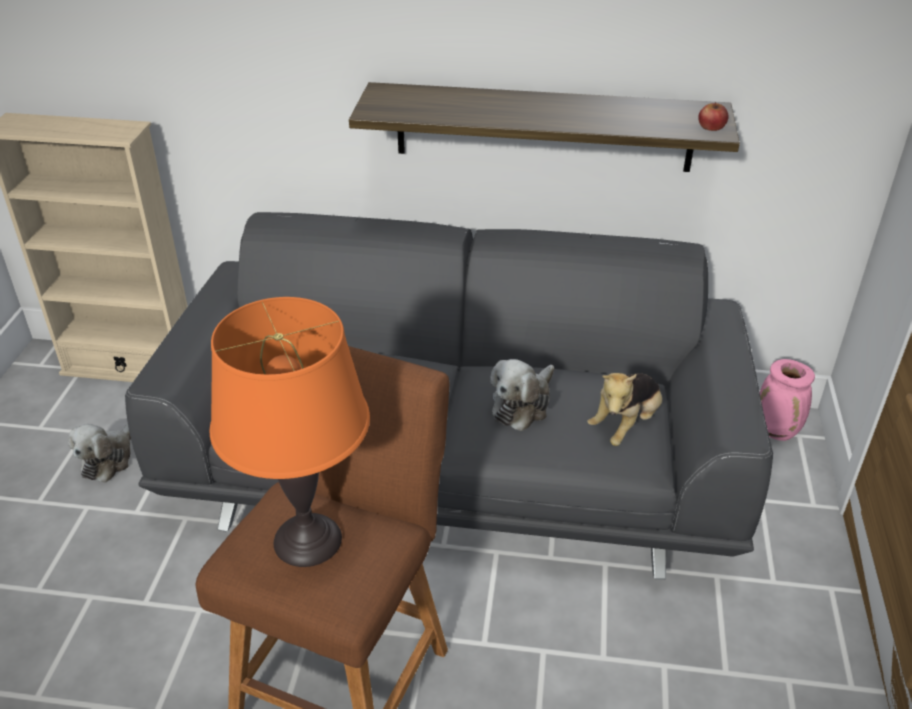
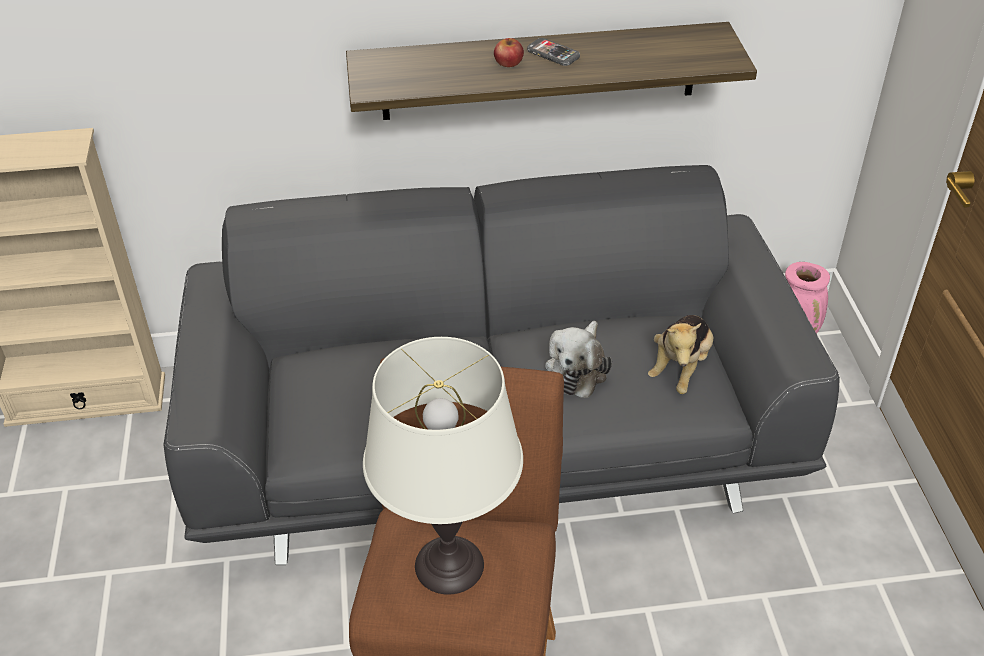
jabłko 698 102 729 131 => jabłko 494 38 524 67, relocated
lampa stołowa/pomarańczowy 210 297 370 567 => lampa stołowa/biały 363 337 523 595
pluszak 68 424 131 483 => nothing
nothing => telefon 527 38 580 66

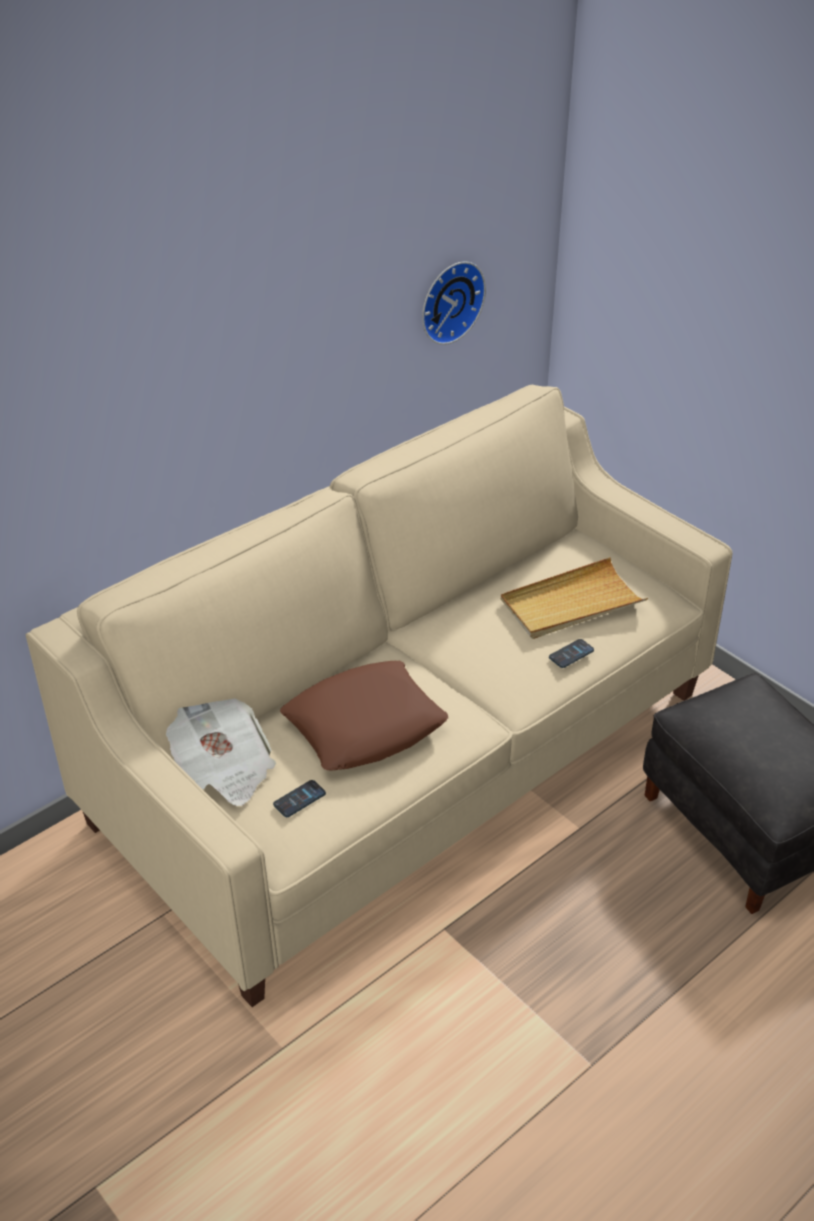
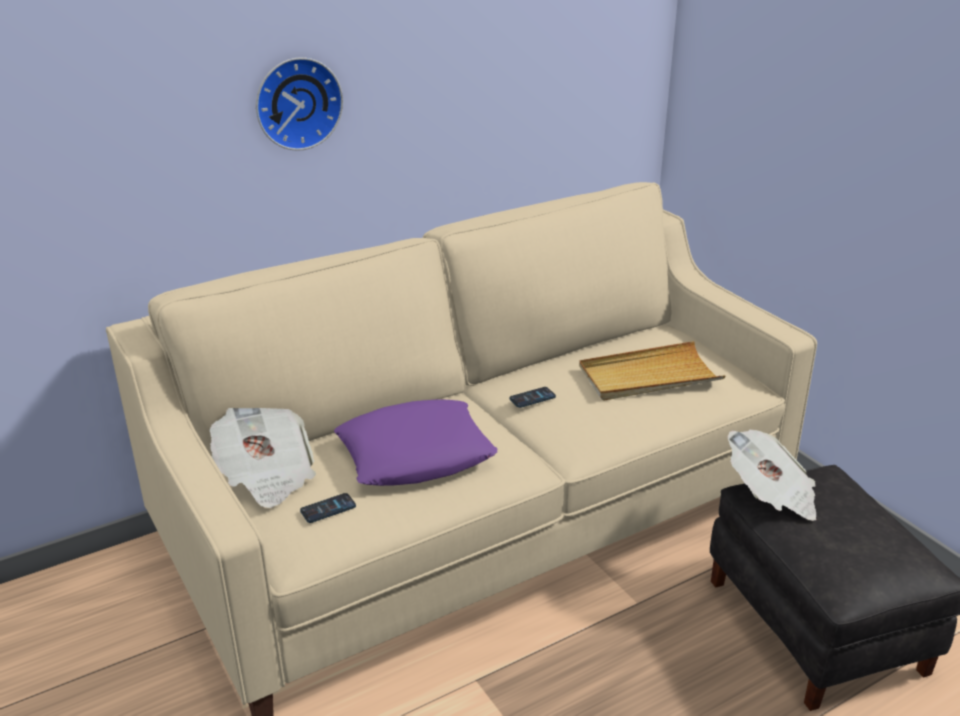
zegar ścienny 422 261 486 345 => zegar ścienny 256 57 343 151, relocated
telefon 549 639 594 668 => telefon 509 387 556 408, relocated
poduszka/brązowy 280 661 448 771 => poduszka/fioletowy 334 400 497 486
nothing => gazeta 728 430 816 521

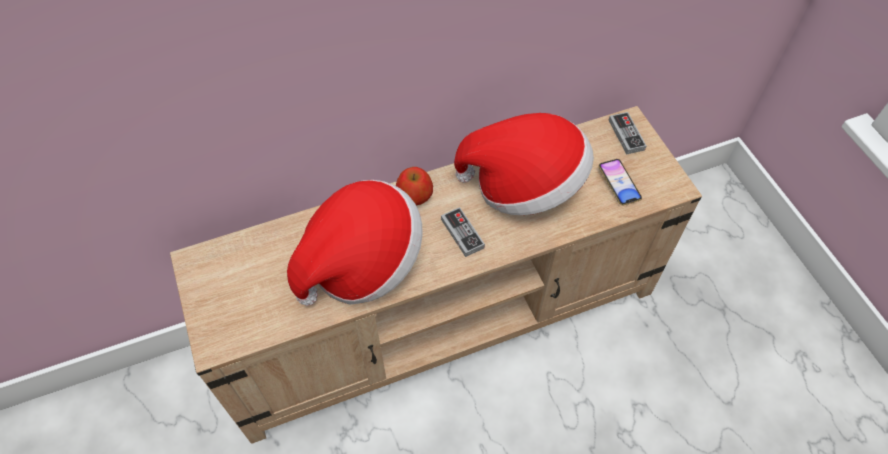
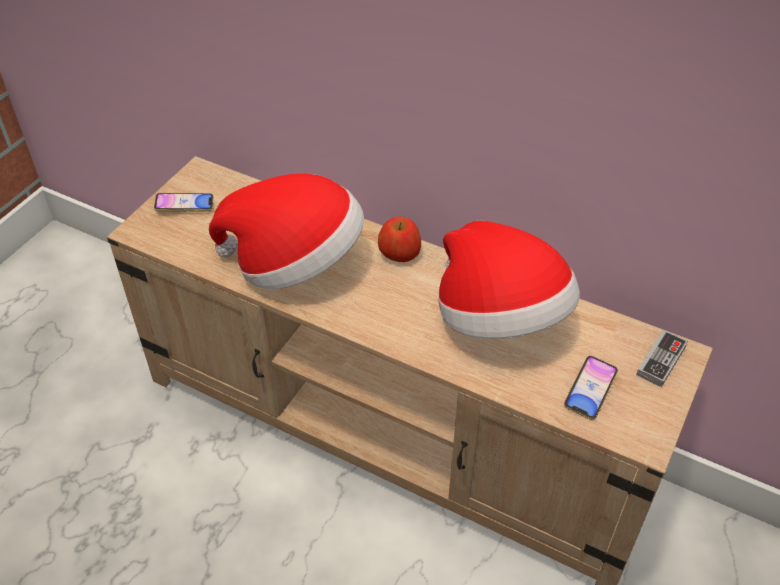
pad do gier 441 207 485 257 => nothing
nothing => telefon 154 193 213 211

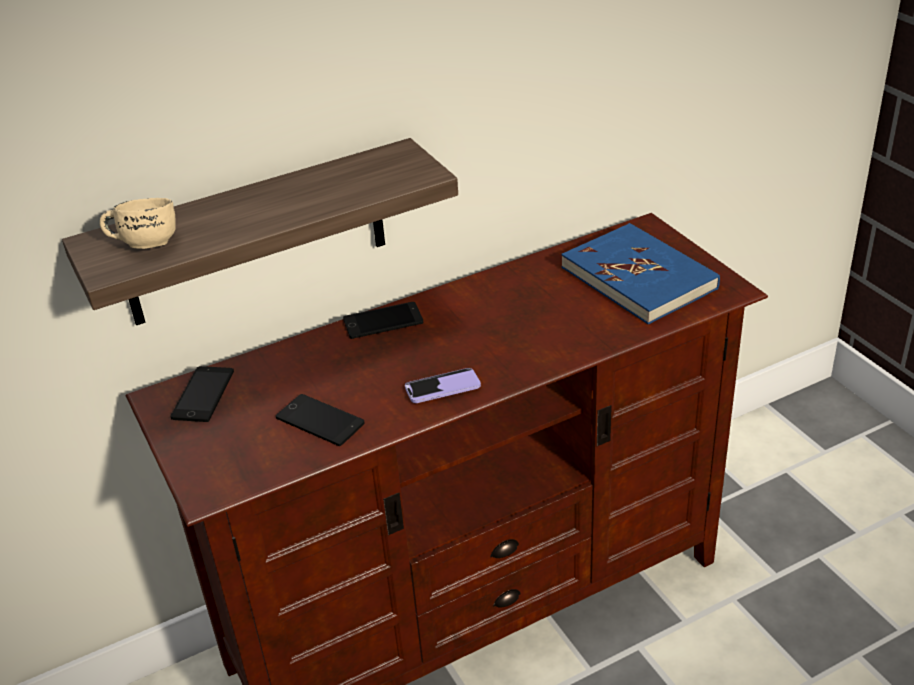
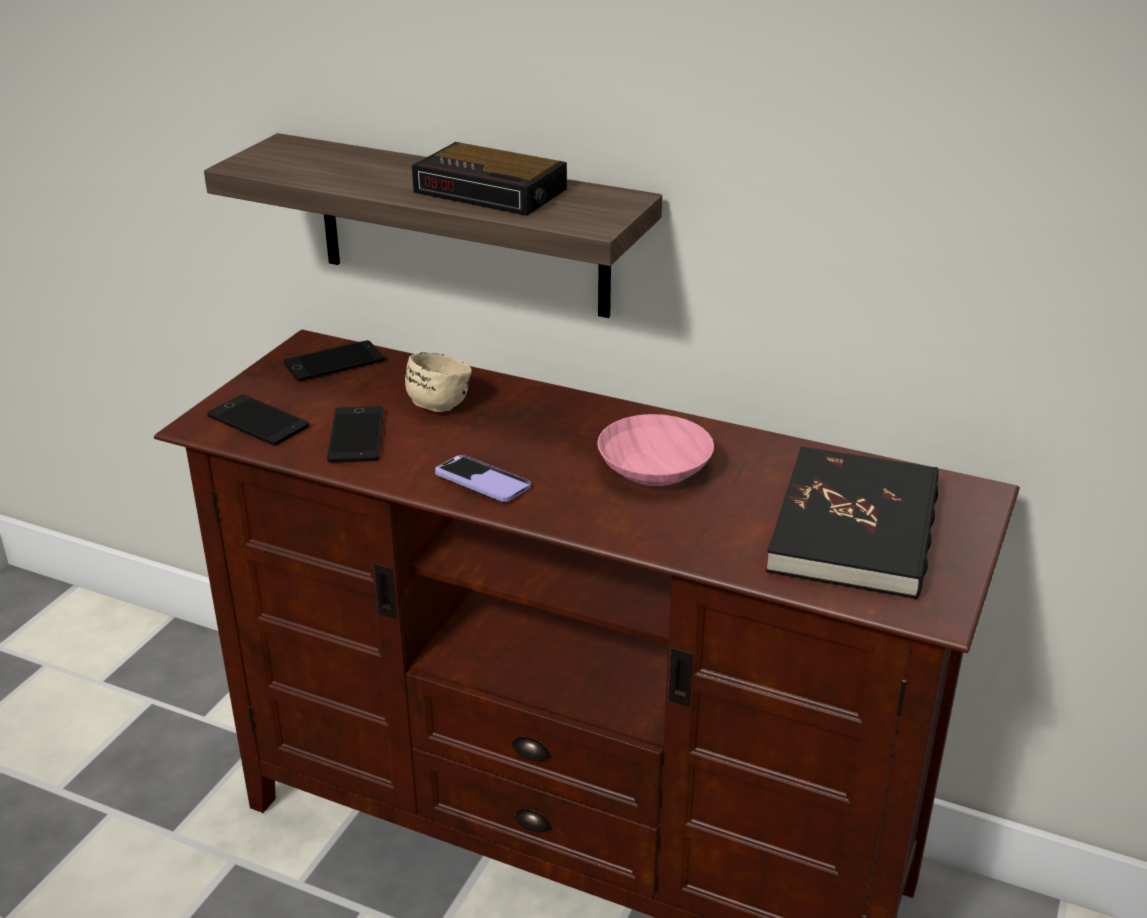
kubek/beżowy 100 198 176 249 => kubek/beżowy 405 352 472 412, relocated
książka/niebieski 561 223 720 324 => książka/czarny 766 447 939 600
telefon 343 302 423 339 => telefon 207 394 309 446, relocated
nothing => budzik 412 142 567 216
nothing => miska/różowy 597 414 714 486

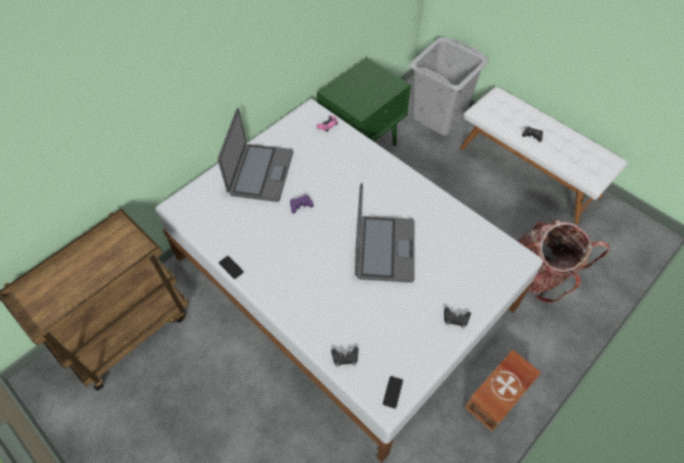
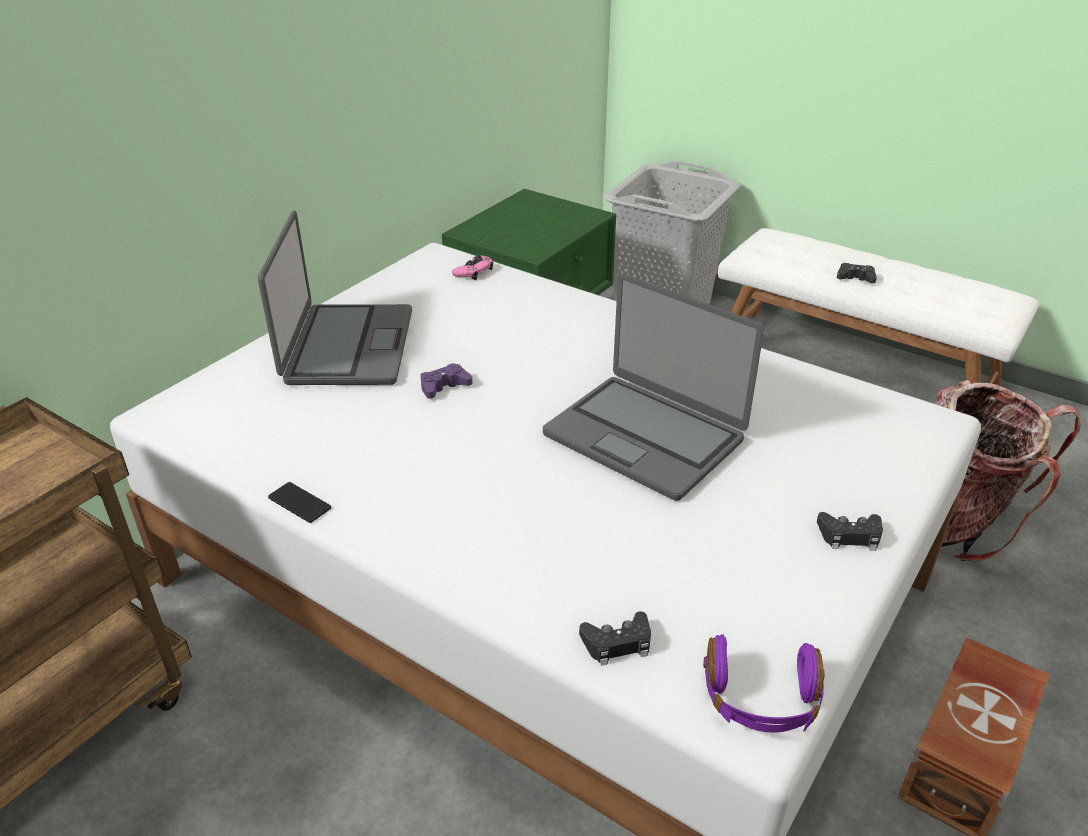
laptop 355 183 415 283 => laptop 543 273 764 501, 135 degrees clockwise
telefon 383 376 403 409 => słuchawki/fioletowy 703 634 824 733

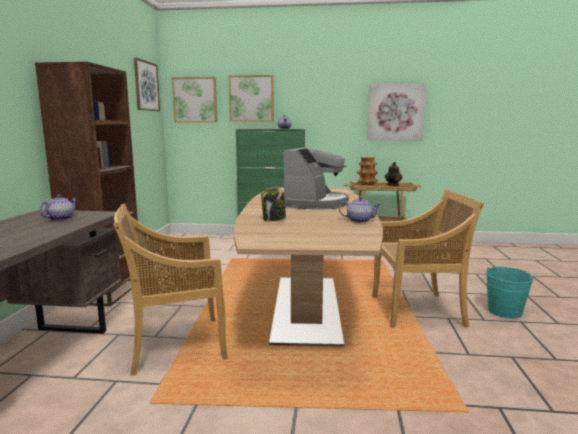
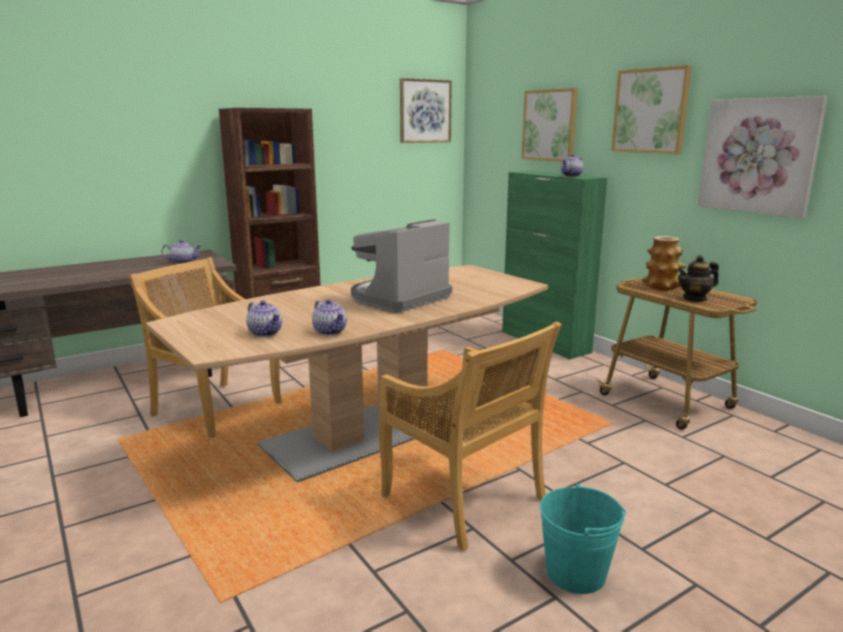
obraz 172 77 217 123 => obraz 611 65 692 154, relocated
ekspres do kawy 284 148 349 210 => ekspres do kawy 351 219 452 313, 150 degrees clockwise
słoik 261 187 286 221 => nothing
nothing => imbryk 246 300 282 337

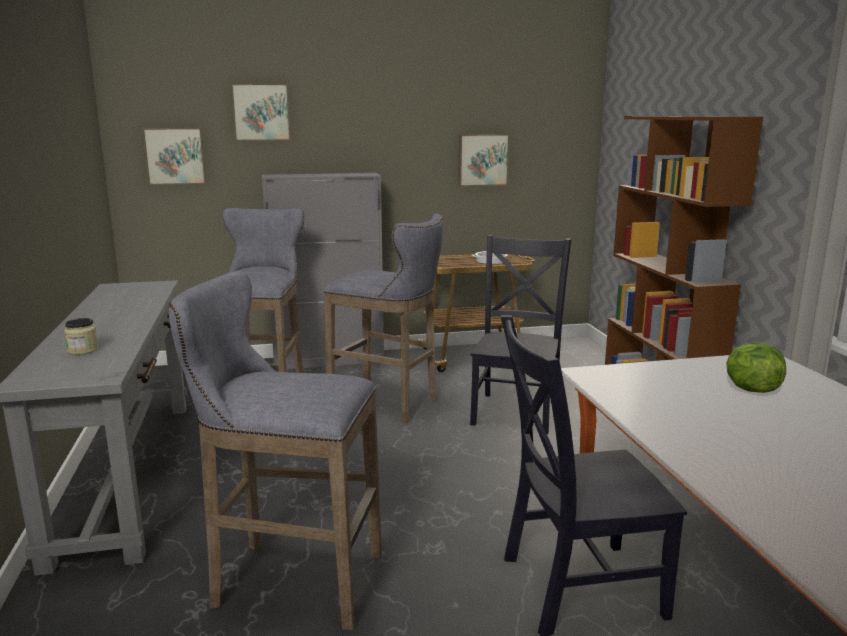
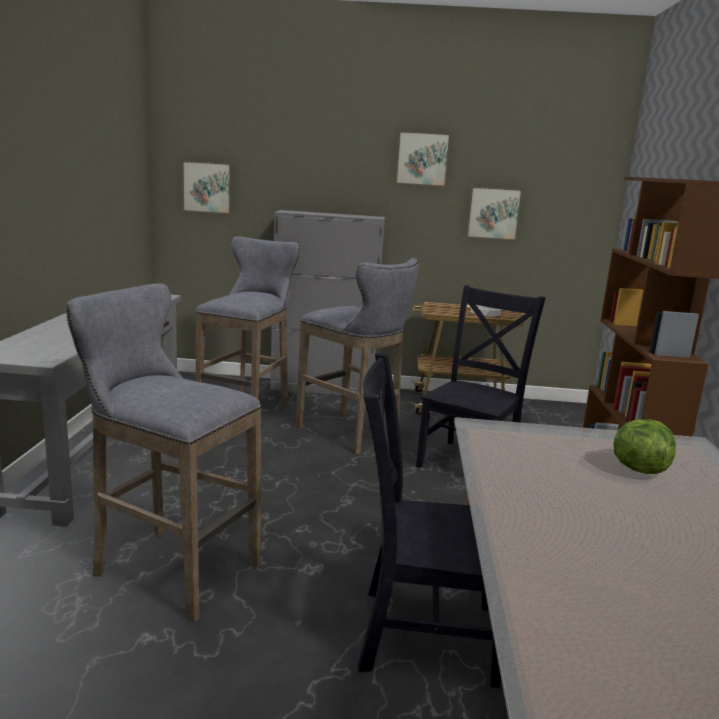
obraz 231 83 291 141 => obraz 395 131 451 187, relocated
słoik 64 318 98 355 => nothing

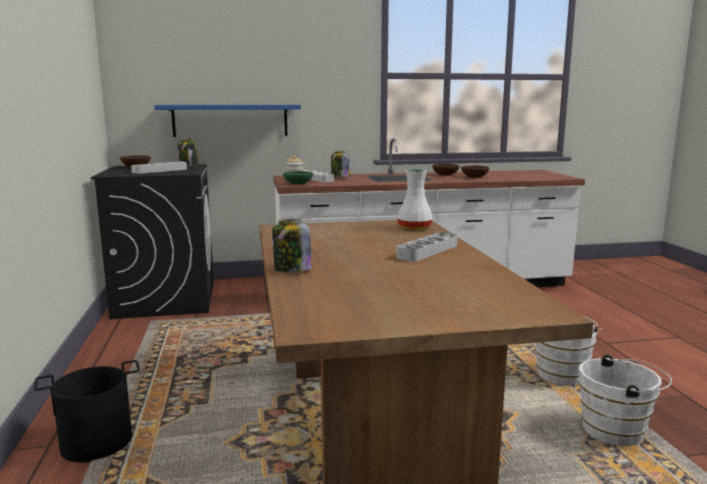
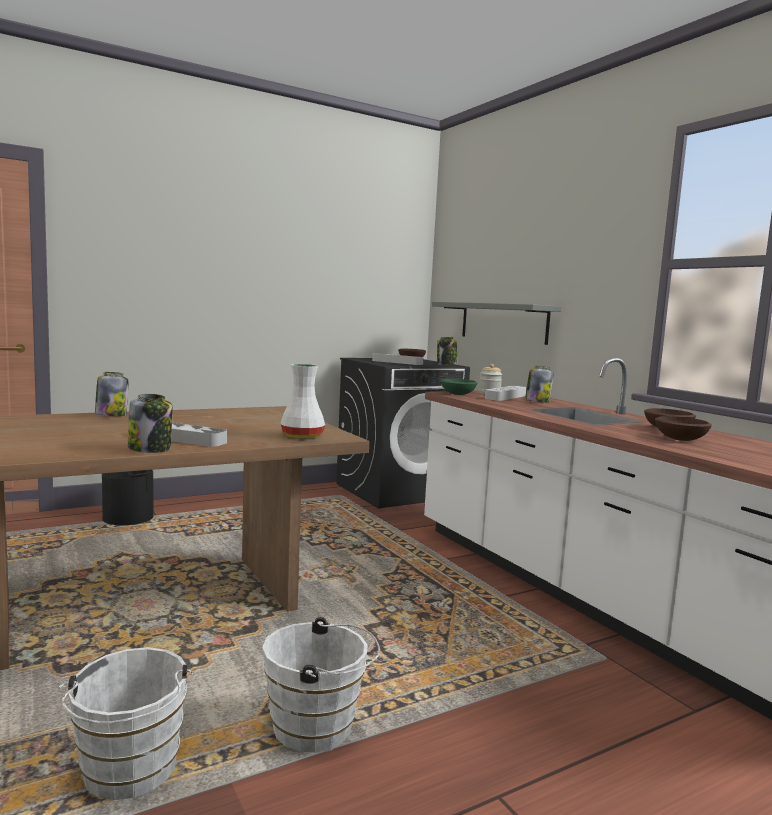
półka/niebieski 154 105 301 137 => półka/szary 432 302 562 345
nothing => słoik 128 394 172 453

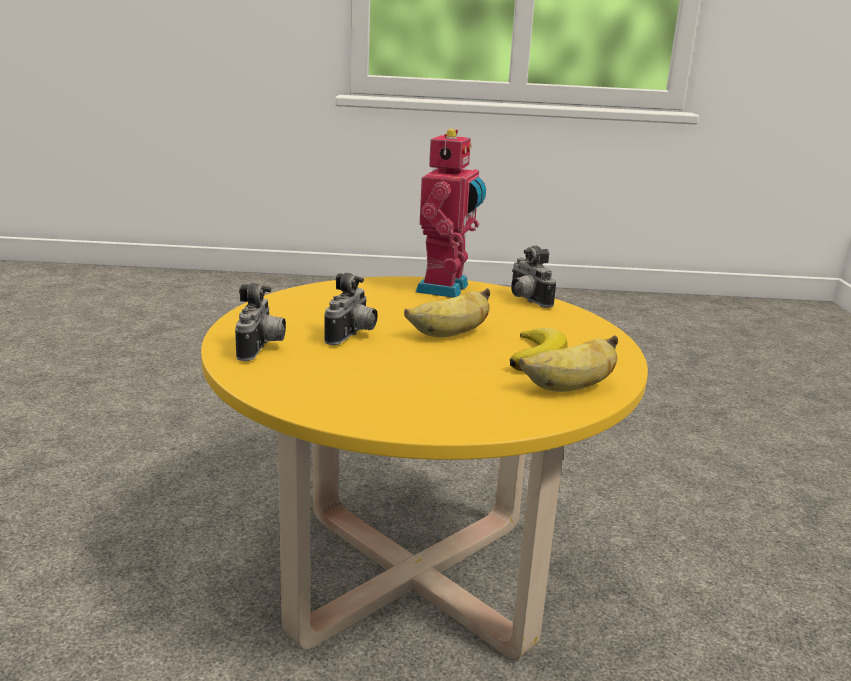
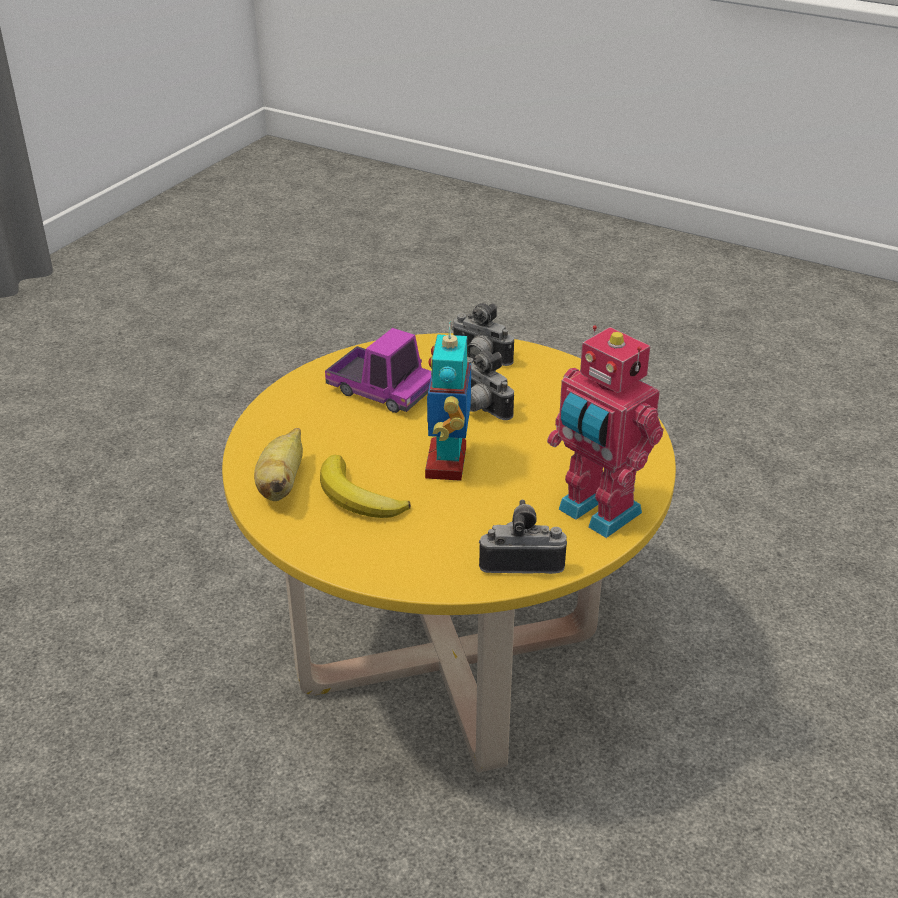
banan 404 288 490 337 => robot zabawkowy 425 321 471 481
nothing => ciężarówka zabawkowa 325 328 431 413

